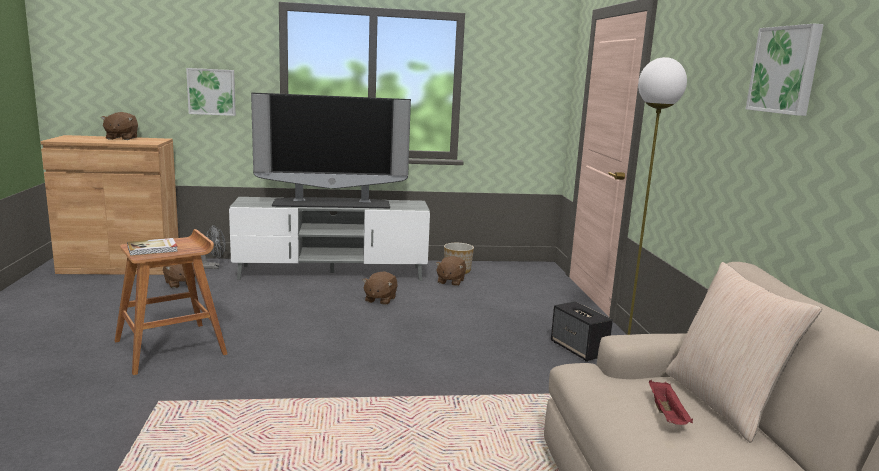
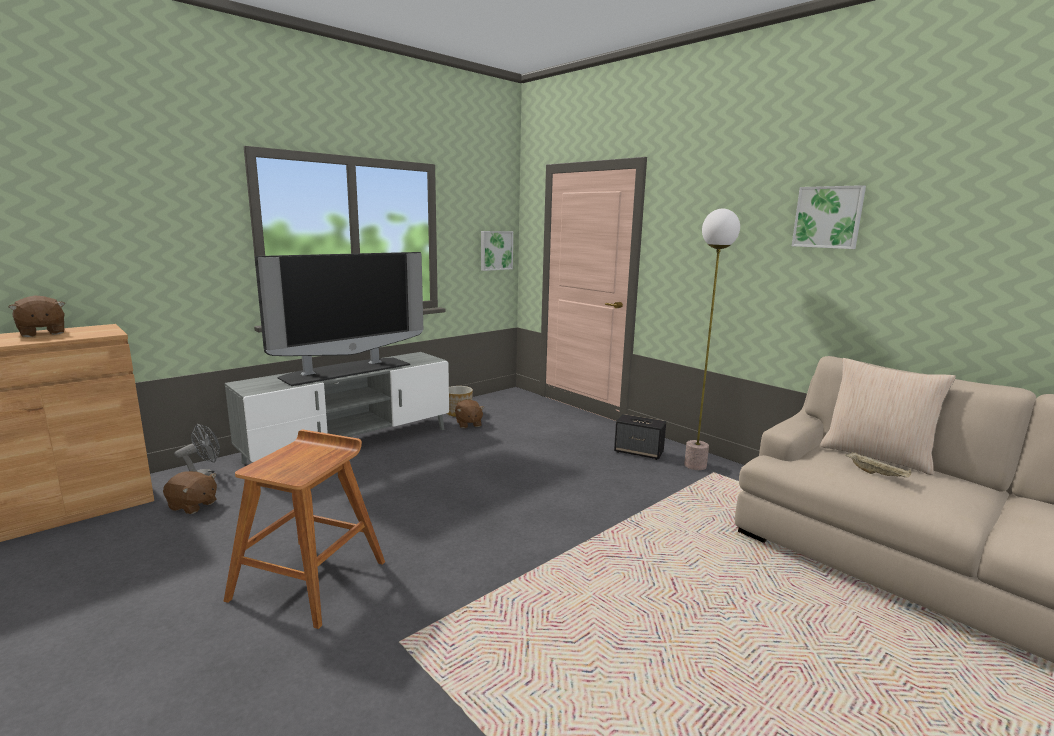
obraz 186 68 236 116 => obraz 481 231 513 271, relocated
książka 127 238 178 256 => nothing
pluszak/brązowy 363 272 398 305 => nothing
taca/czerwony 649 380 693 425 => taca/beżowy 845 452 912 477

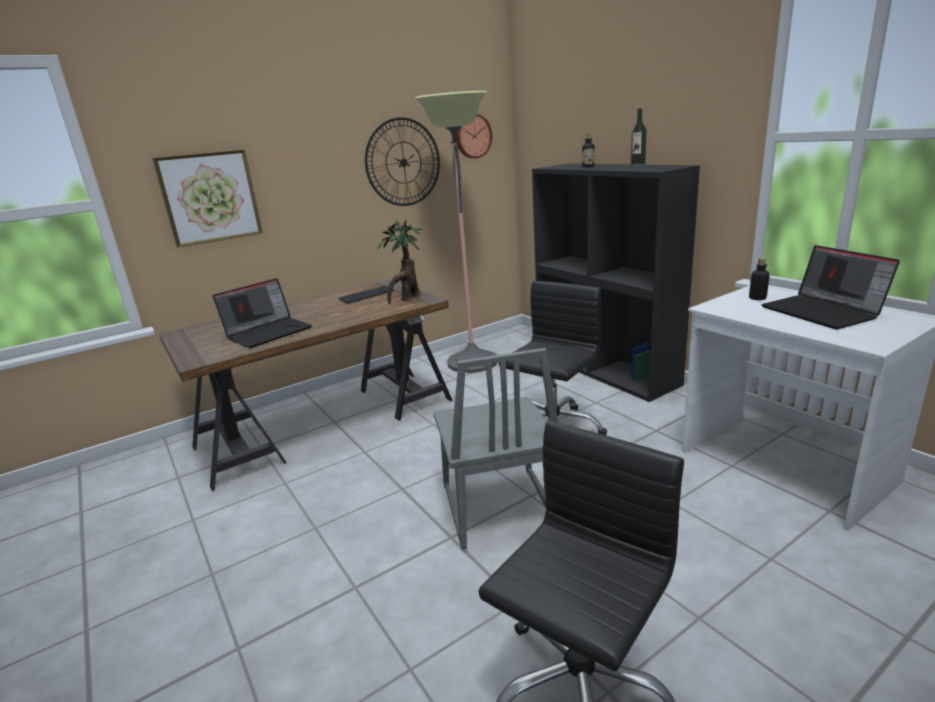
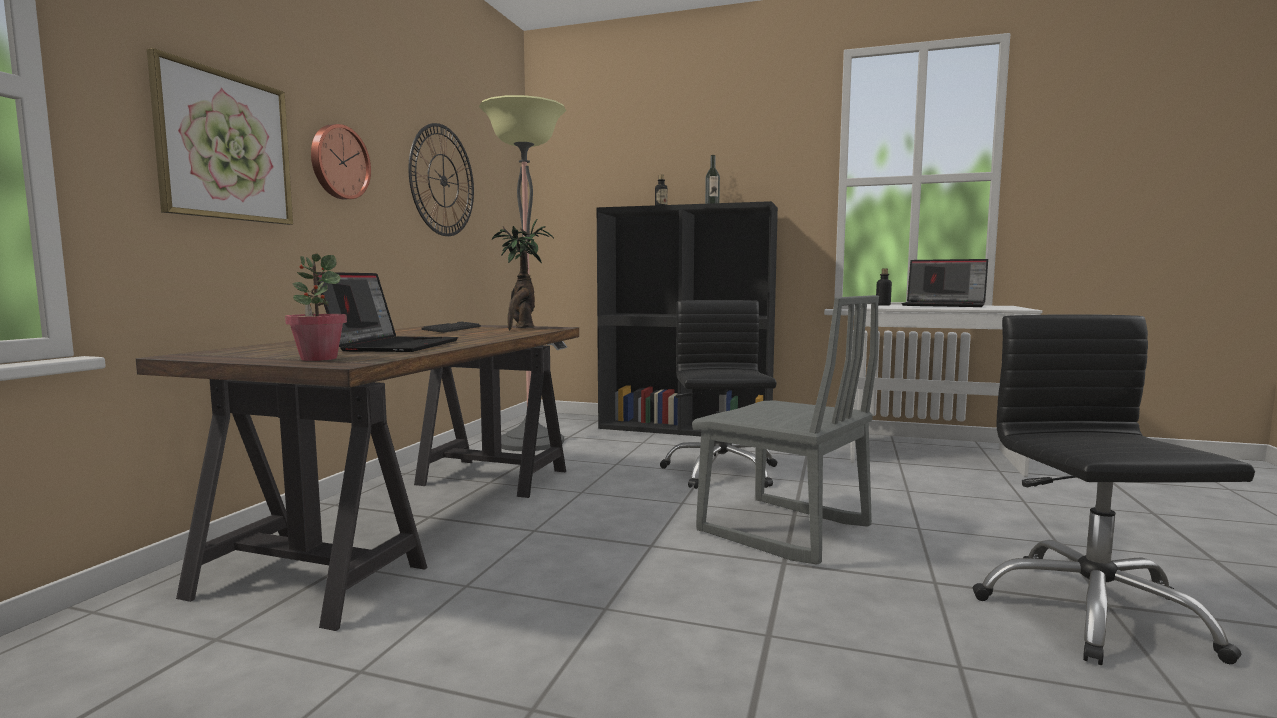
zegar ścienny 457 114 492 158 => zegar ścienny 311 124 371 199, relocated
nothing => roślina doniczkowa 285 254 347 361

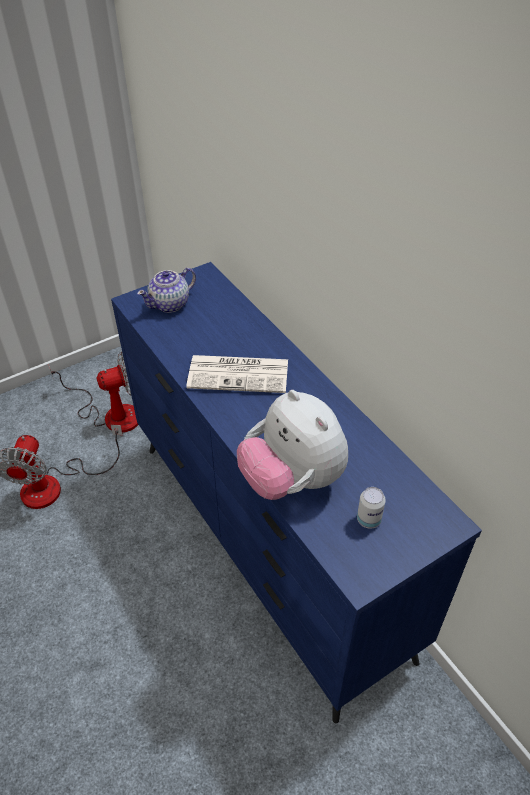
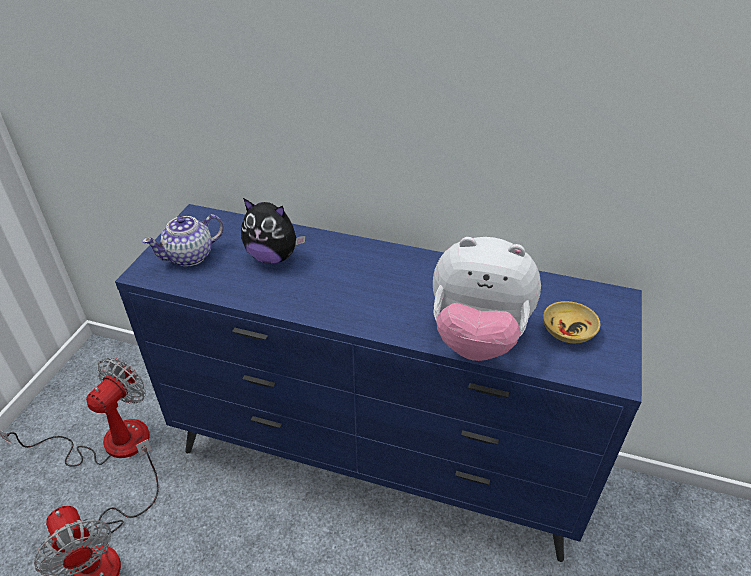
imbryk 137 268 196 313 => imbryk 142 214 224 267, 45 degrees clockwise
gazeta 186 355 288 393 => nothing
puszka 357 487 386 529 => miska/beżowy 543 301 600 343
nothing => pluszak 241 198 306 263

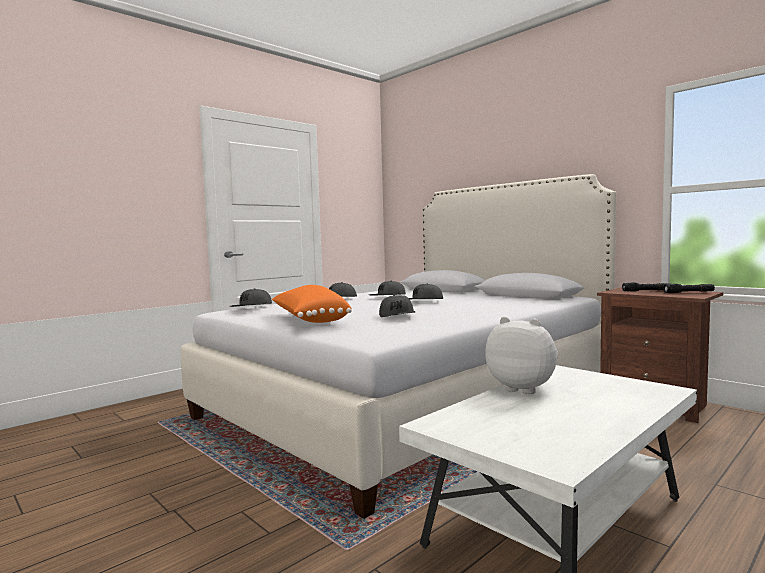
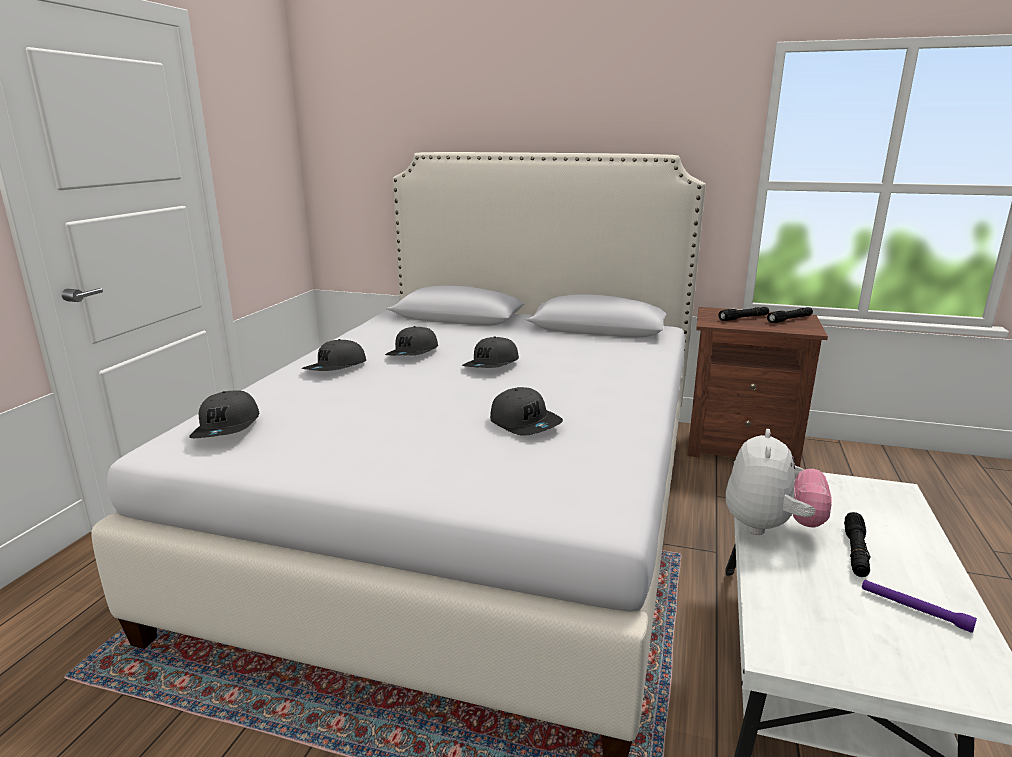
poduszka/pomarańczowy 272 285 352 323 => nothing
pluszak 485 317 558 394 => pluszak 726 429 832 535, 105 degrees clockwise
nothing => latarka/czarny 844 512 871 577
nothing => latarka/fioletowy 862 580 977 633

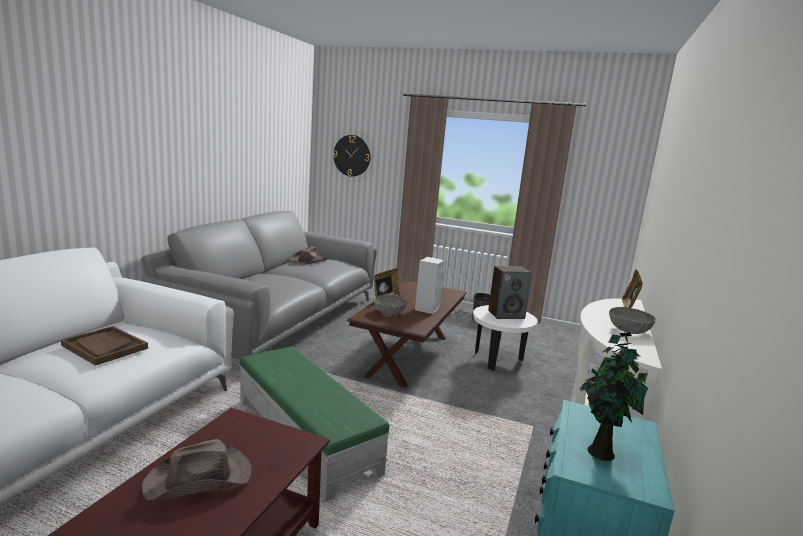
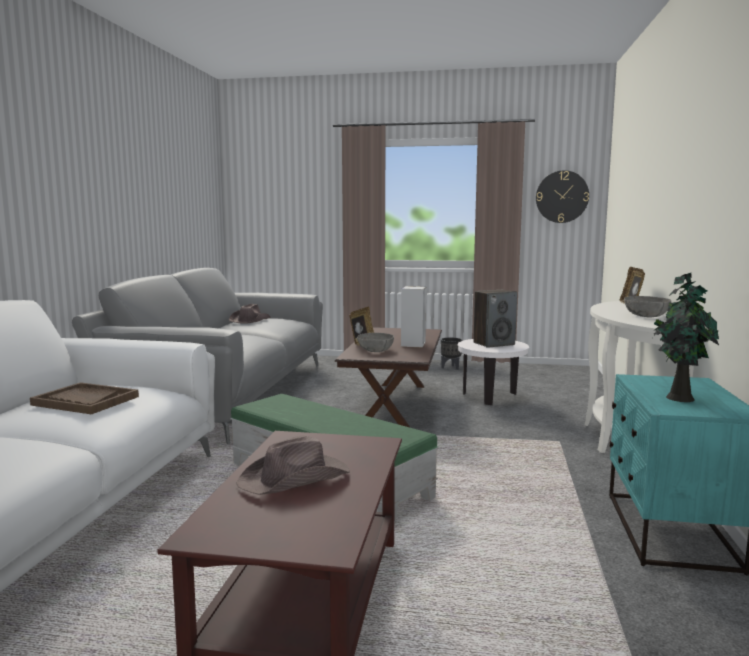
zegar ścienny 333 135 371 177 => zegar ścienny 536 170 589 223, relocated

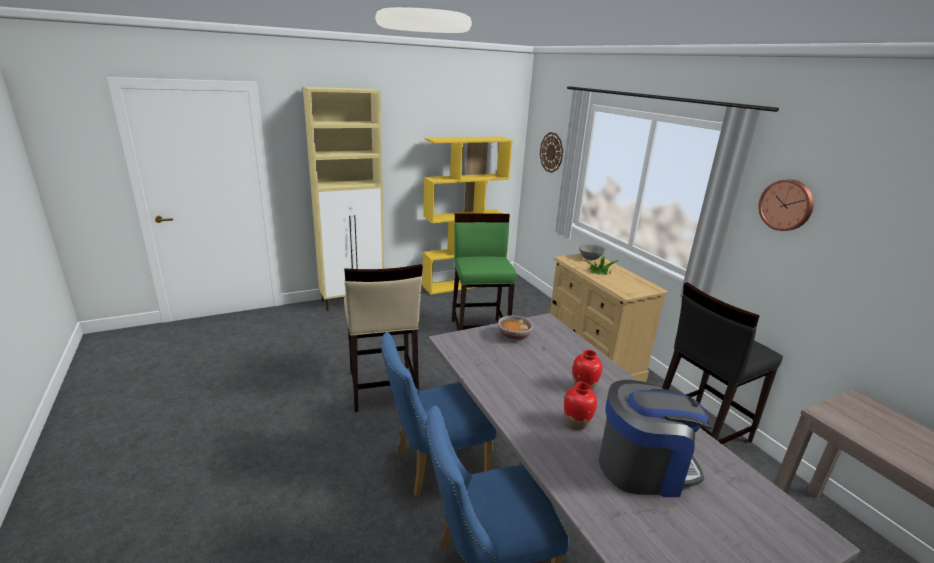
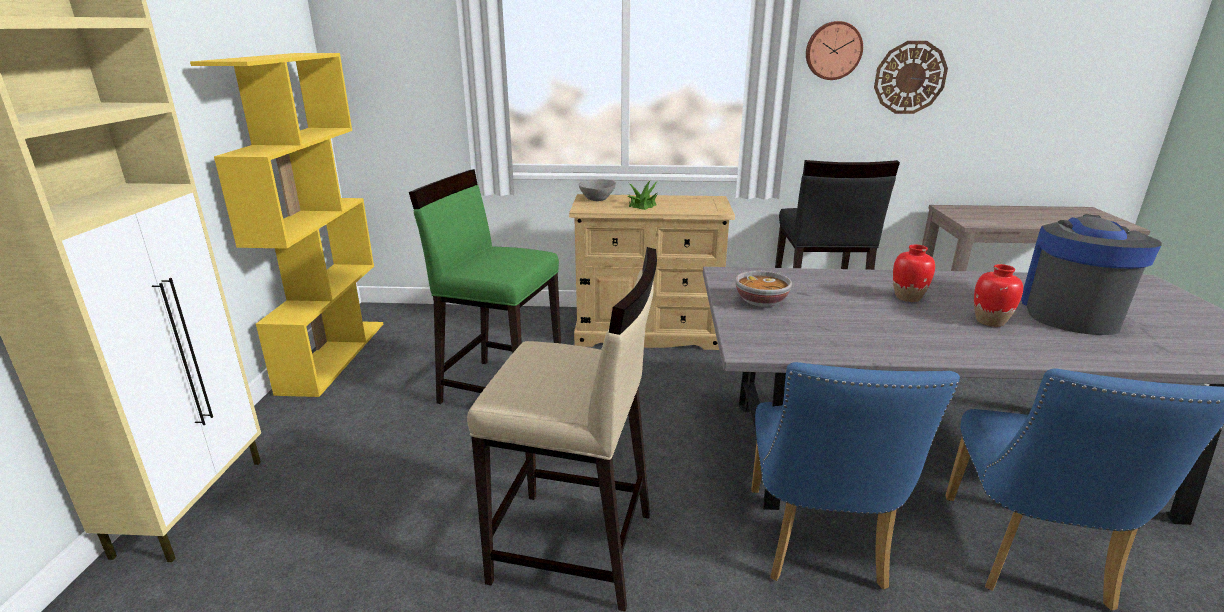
zegar ścienny 540 132 563 173 => zegar ścienny 874 41 948 114, relocated

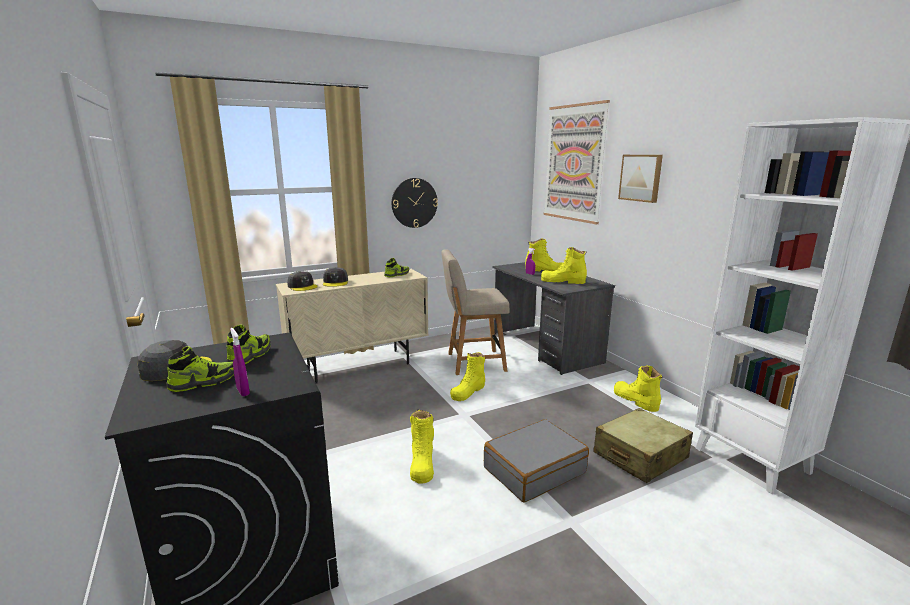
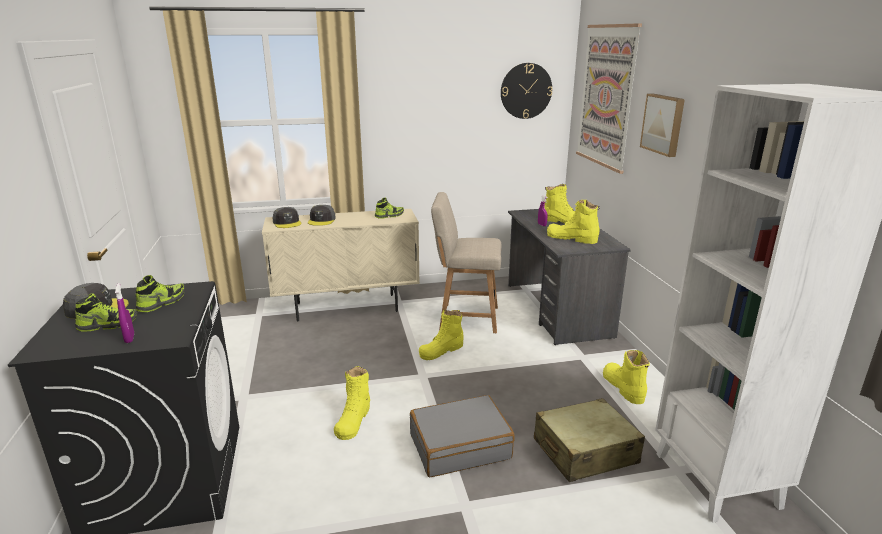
zegar ścienny 392 178 438 228 => zegar ścienny 501 63 553 119, relocated

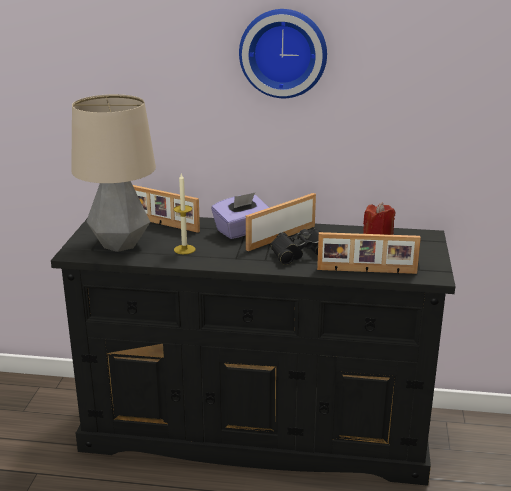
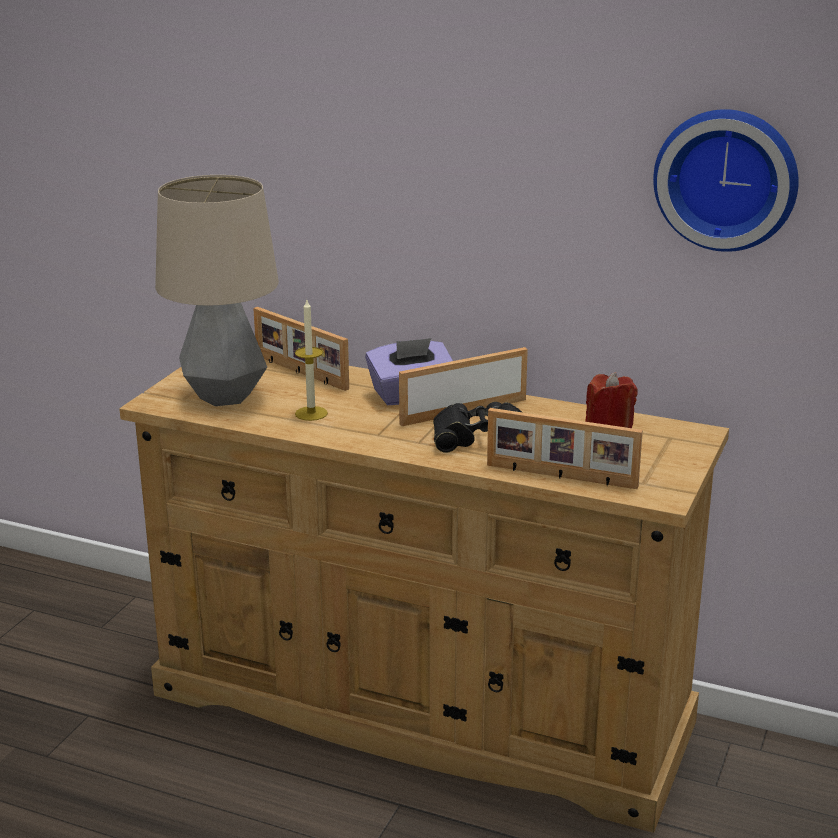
zegar ścienny 239 9 327 98 => zegar ścienny 653 109 799 252, relocated
komoda/czarny 51 217 455 486 => komoda/beżowy 119 359 729 833

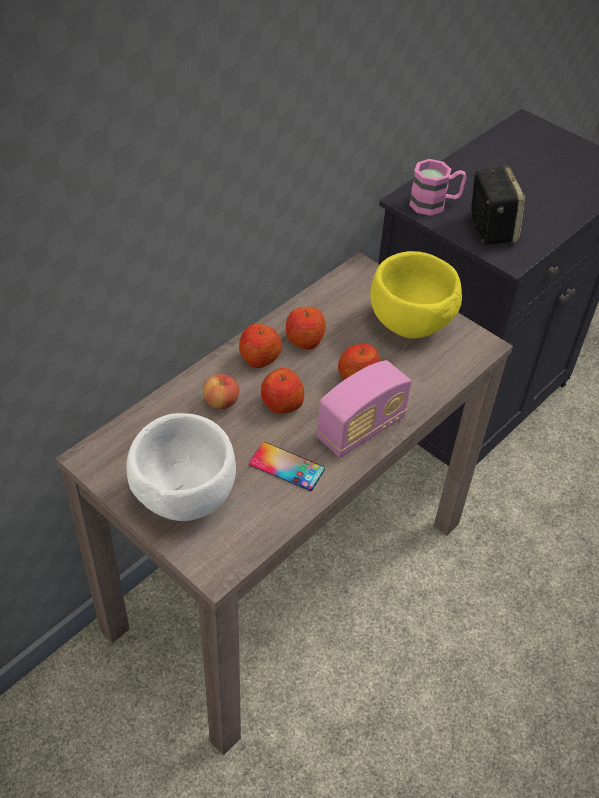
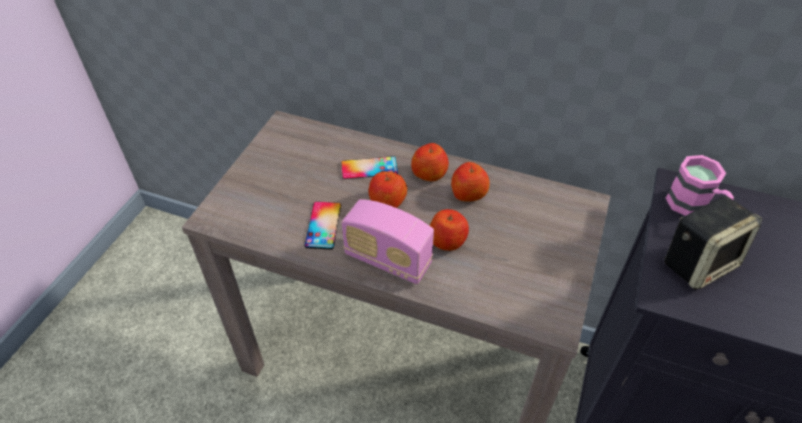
miska/żółty 370 251 462 339 => nothing
jabłko 203 374 239 409 => telefon 341 156 398 179
miska/biały 126 413 236 521 => nothing

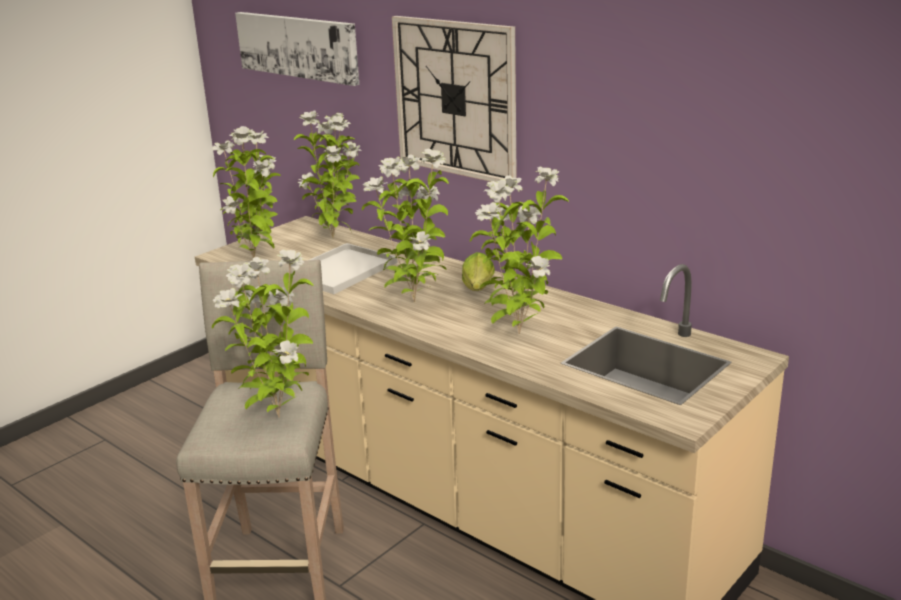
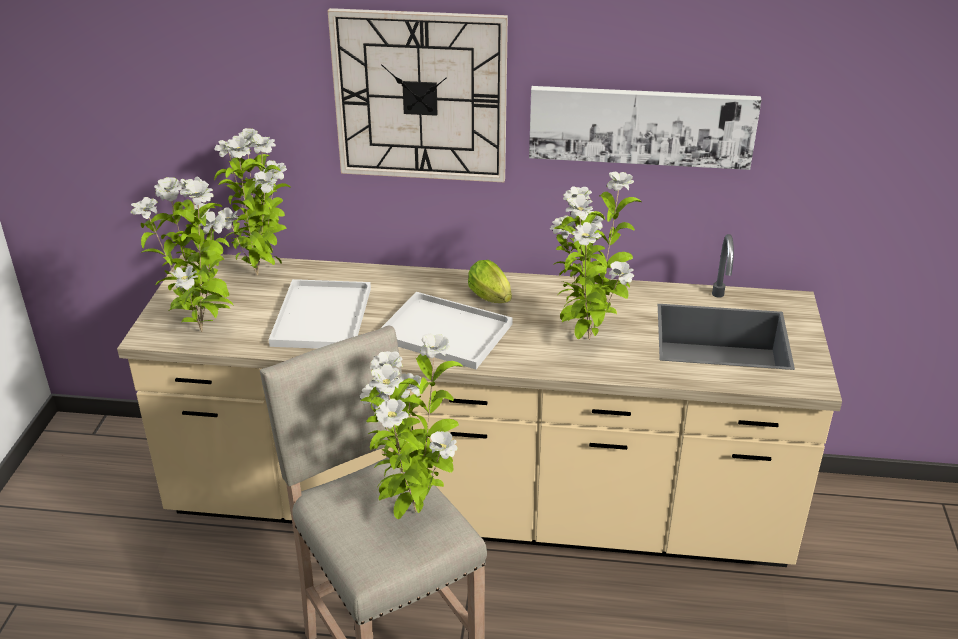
obraz 235 12 359 86 => obraz 529 86 761 170, relocated
roślina doniczkowa 362 149 449 302 => taca/biały 381 292 512 369

